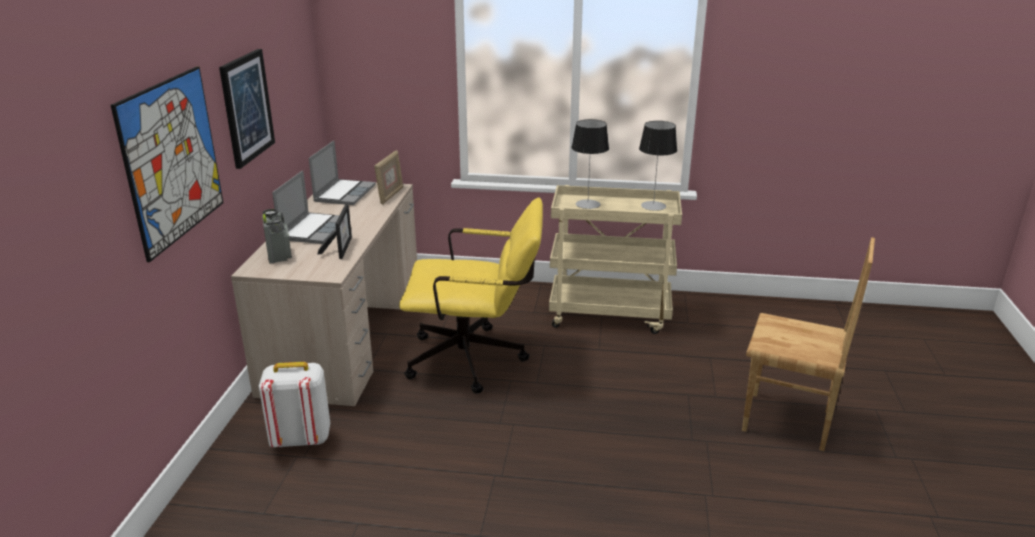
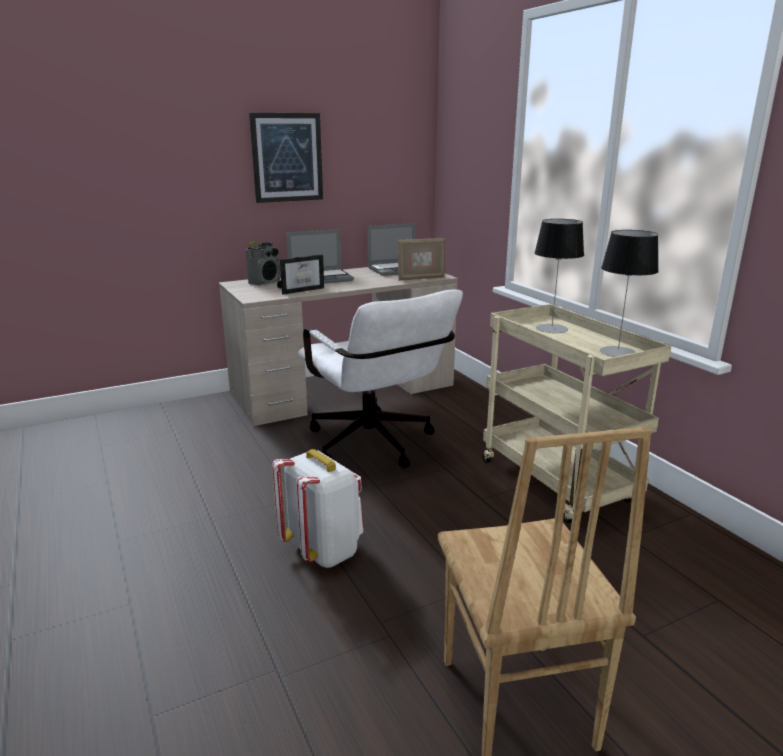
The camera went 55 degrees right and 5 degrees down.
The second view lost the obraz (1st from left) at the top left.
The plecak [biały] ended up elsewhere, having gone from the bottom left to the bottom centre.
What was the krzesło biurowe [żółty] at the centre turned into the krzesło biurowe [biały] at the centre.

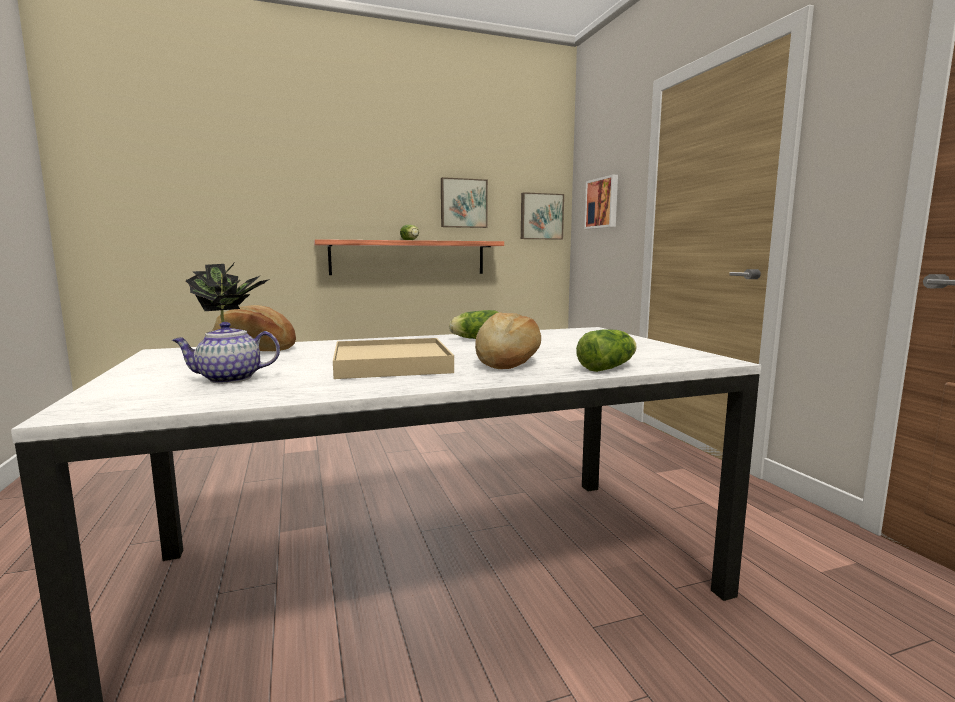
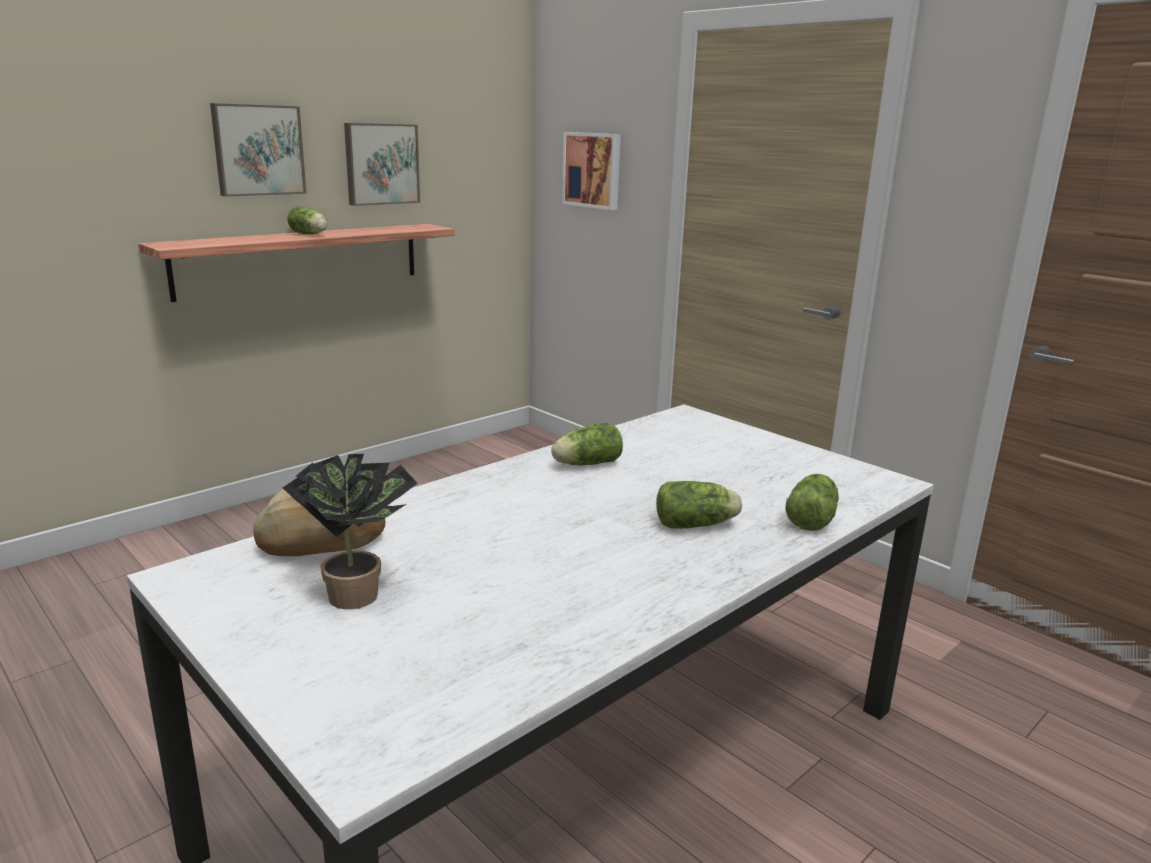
The camera went 25 degrees left and 10 degrees up.
The second view lost the imbryk at the middle left.
The second view lost the taca [beżowy] at the centre.
Where the chleb (2nd from left) stood at the centre, the sałata (3rd from left) came to stand at the centre.
The obraz (2nd from left in the first image) ended up elsewhere, having gone from the top centre to the top left.

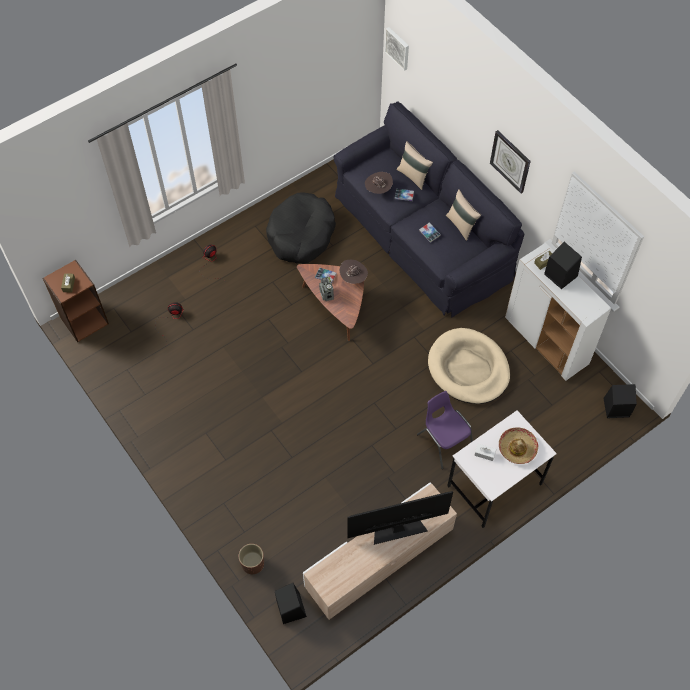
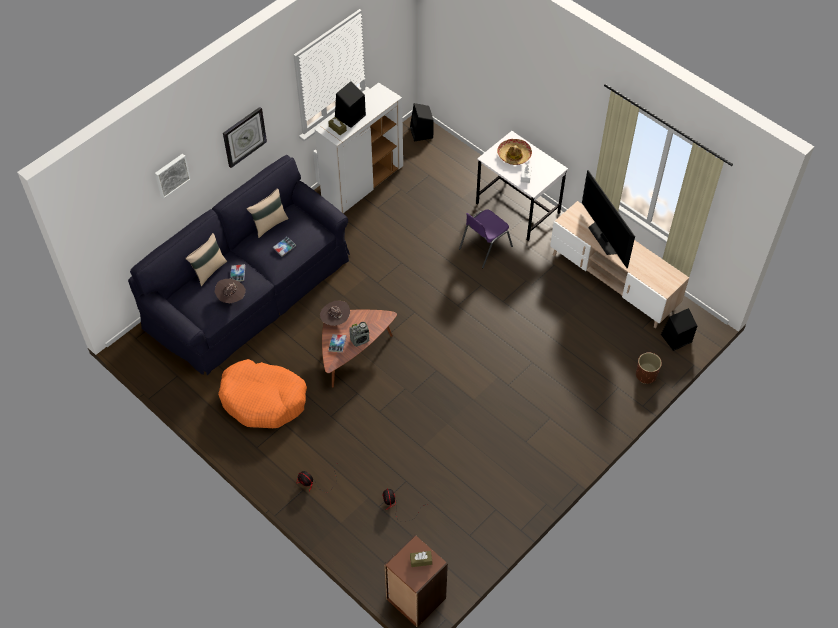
The camera went 100 degrees left and 5 degrees down.
What was the legowisko [czarny] at the top centre turned into the legowisko [pomarańczowy] at the middle left.
The obraz ended up elsewhere, having gone from the top centre to the top left.
The second view lost the legowisko [beżowy] at the middle right.

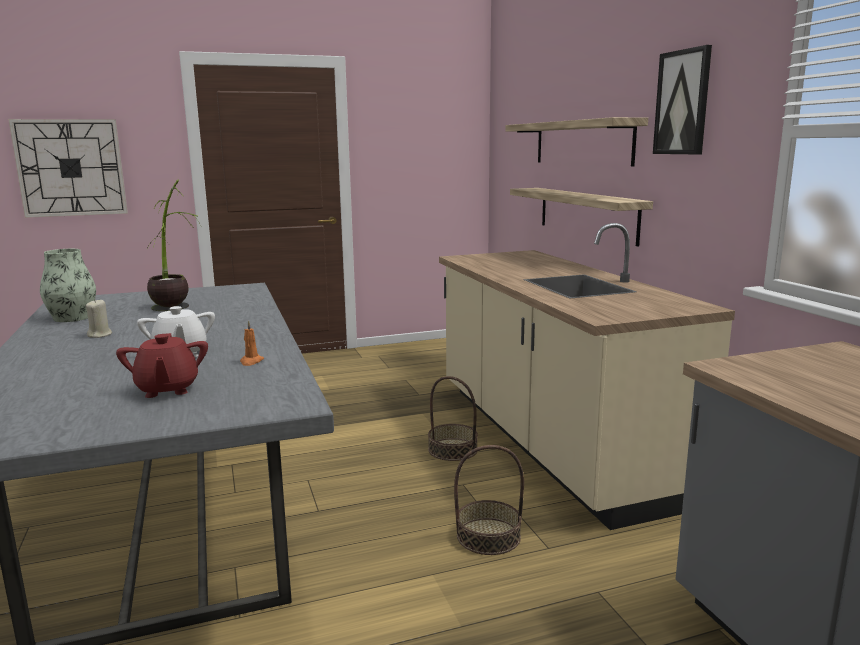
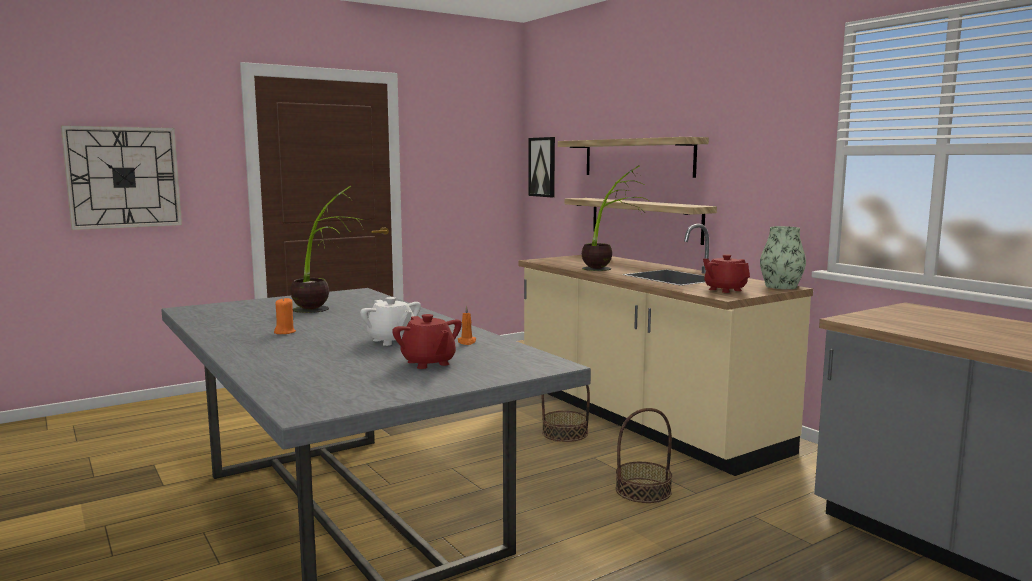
The camera went 15 degrees left and 5 degrees down.
The wazon ended up elsewhere, having gone from the middle left to the middle right.
What was the świeca [beżowy] at the middle left turned into the świeca [pomarańczowy] (1st from left) at the middle left.
The obraz ended up elsewhere, having gone from the top right to the top centre.
The second view gained the roślina doniczkowa (2nd from left) at the centre.
The second view gained the imbryk [czerwony] (2nd from left) at the middle right.

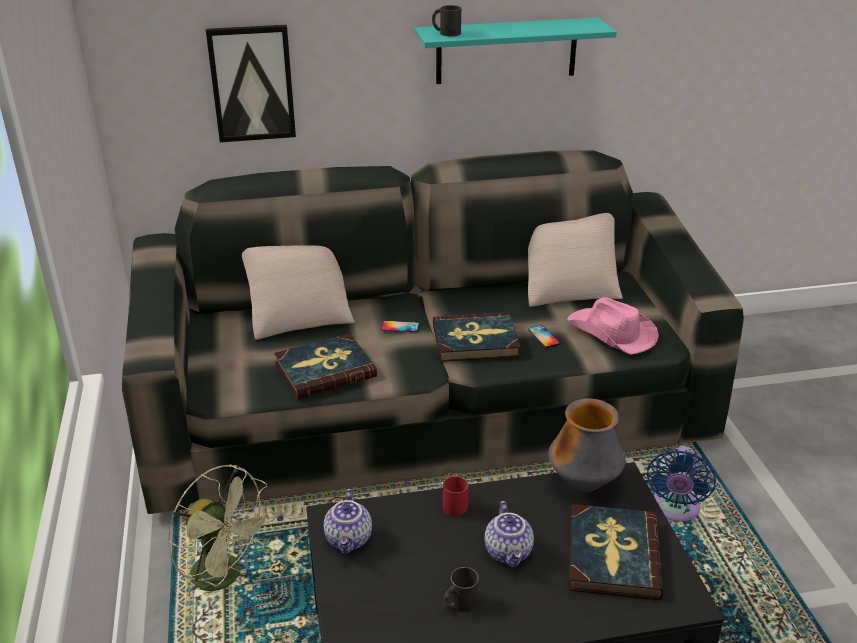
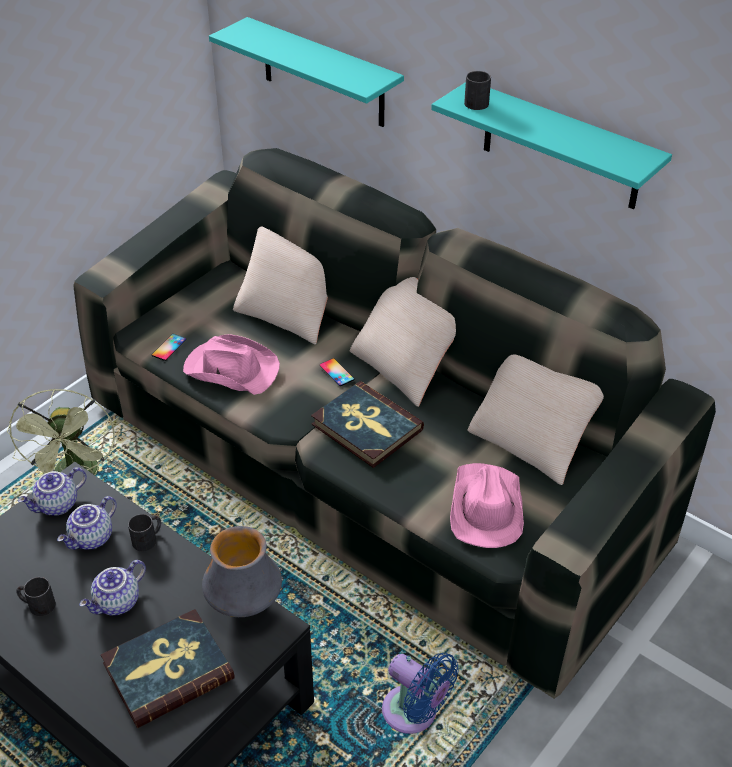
The camera went 50 degrees right and 10 degrees up.
Where the obraz hung at the top left, the półka [turkusowy] (1st from left) came to hang at the top centre.
Where the książka (1st from left) stood at the centre, the kapelusz [różowy] (1st from left) came to stand at the middle left.
What was the kubek [czerwony] at the bottom centre turned into the kubek [czarny] (2nd from left) at the bottom left.
The telefon (2nd from left in the first image) ended up elsewhere, having gone from the centre to the middle left.
The wentylator [niebieski] at the bottom right ended up facing another way, 120 degrees counterclockwise from before.
The second view gained the imbryk (2nd from left) at the bottom left.
The second view gained the poduszka [beżowy] (2nd from left) at the centre.

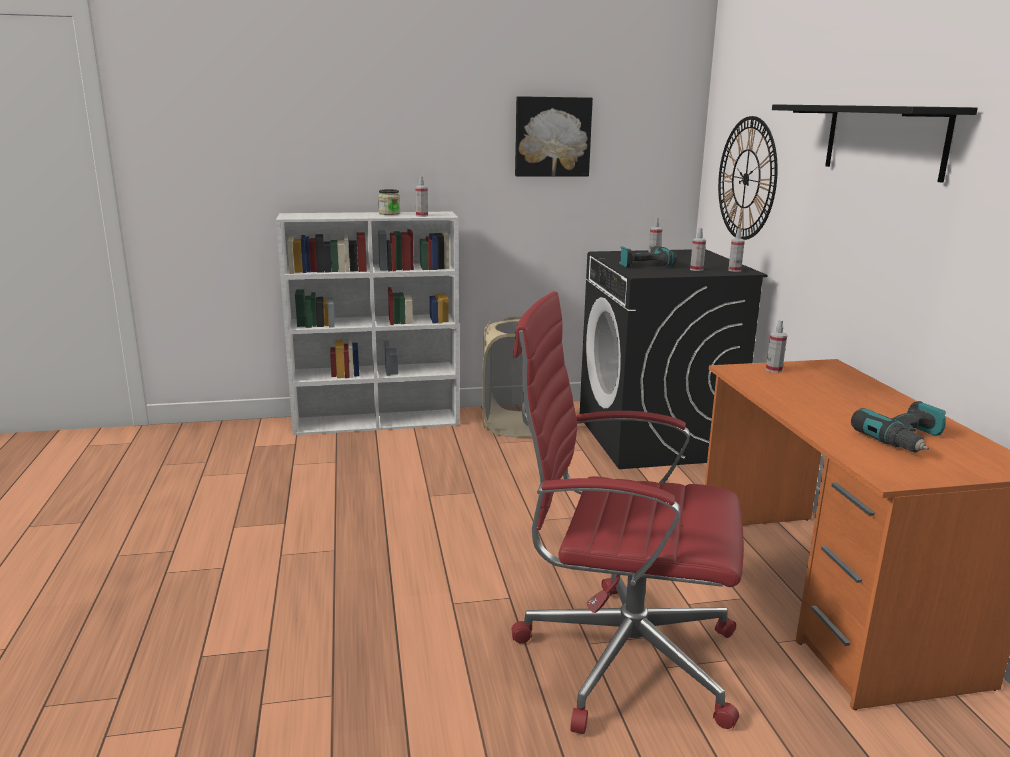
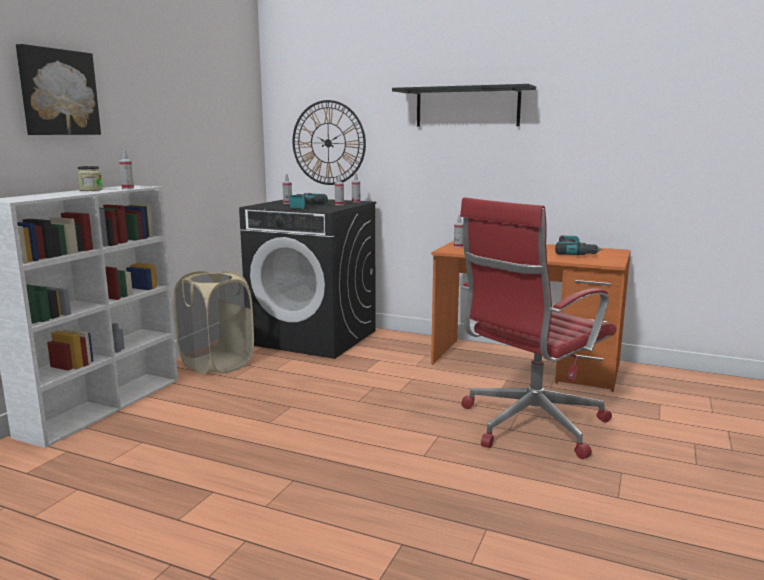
The camera went 55 degrees left and 5 degrees down.
The obraz ended up elsewhere, having gone from the top centre to the top left.

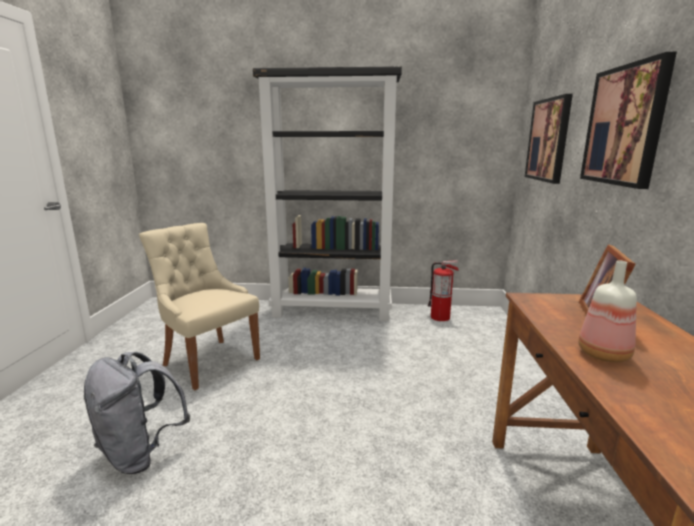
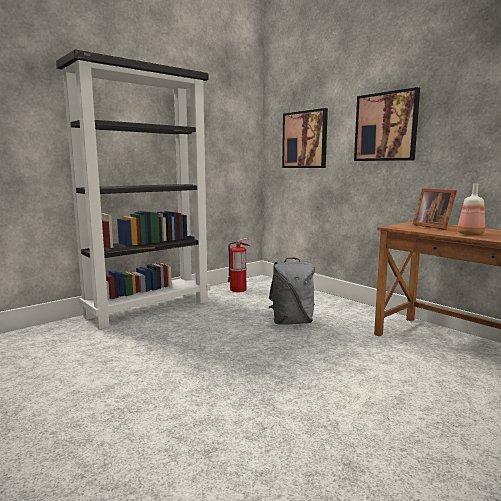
The camera went 45 degrees left and 5 degrees down.
The plecak [szary] ended up elsewhere, having gone from the bottom left to the centre.
The second view lost the krzesło [beżowy] at the middle left.

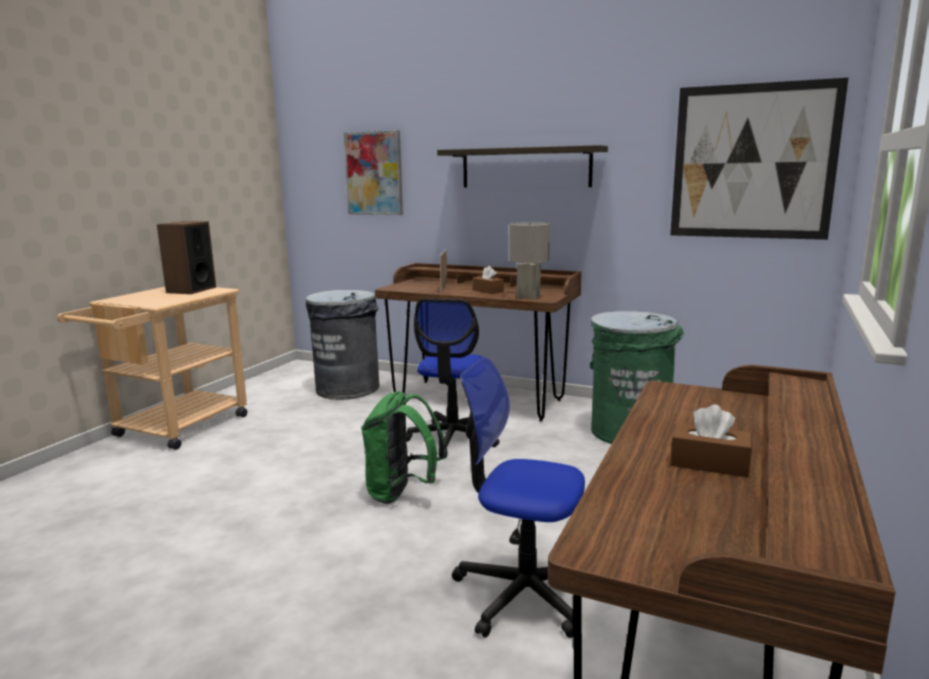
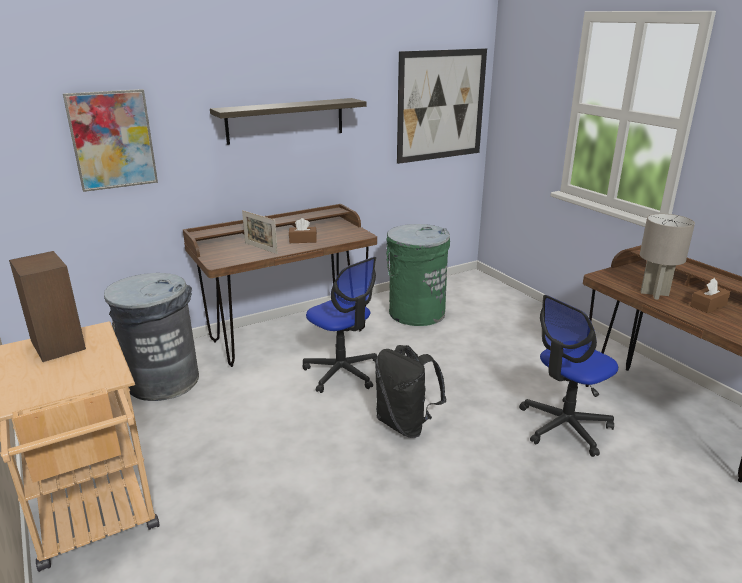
The camera went 55 degrees left and 10 degrees up.
What was the plecak [zielony] at the centre turned into the plecak [czarny] at the bottom centre.
The lampa stołowa [szary] ended up elsewhere, having gone from the centre to the middle right.

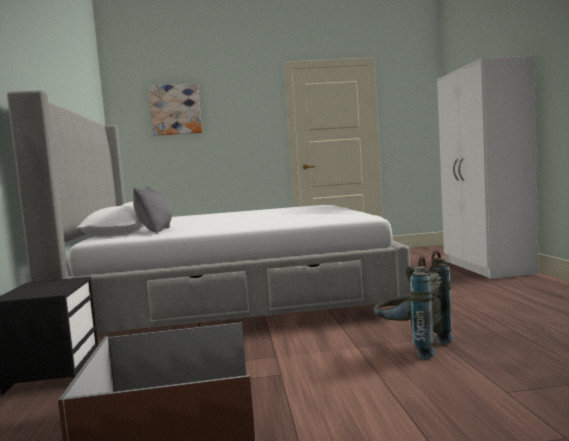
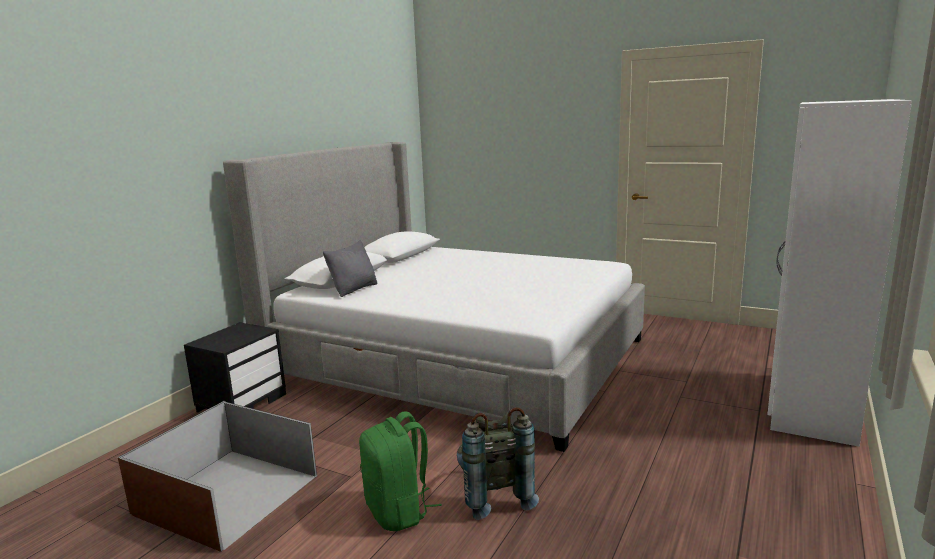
The camera went 35 degrees right and 10 degrees up.
The second view lost the obraz at the top left.
The second view gained the plecak [zielony] at the bottom centre.

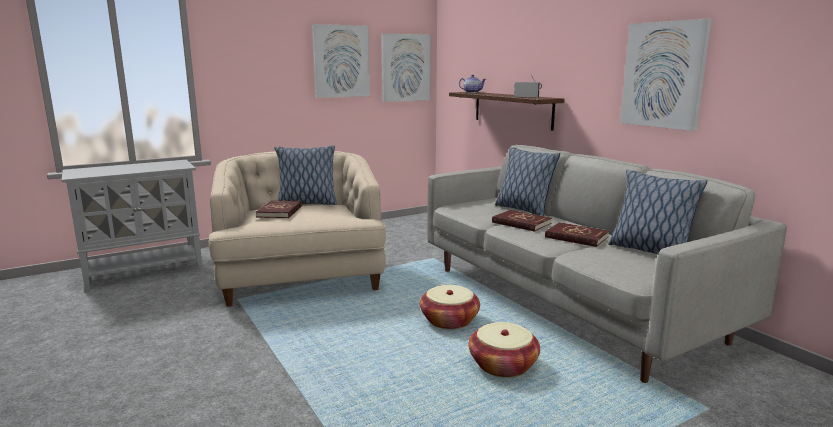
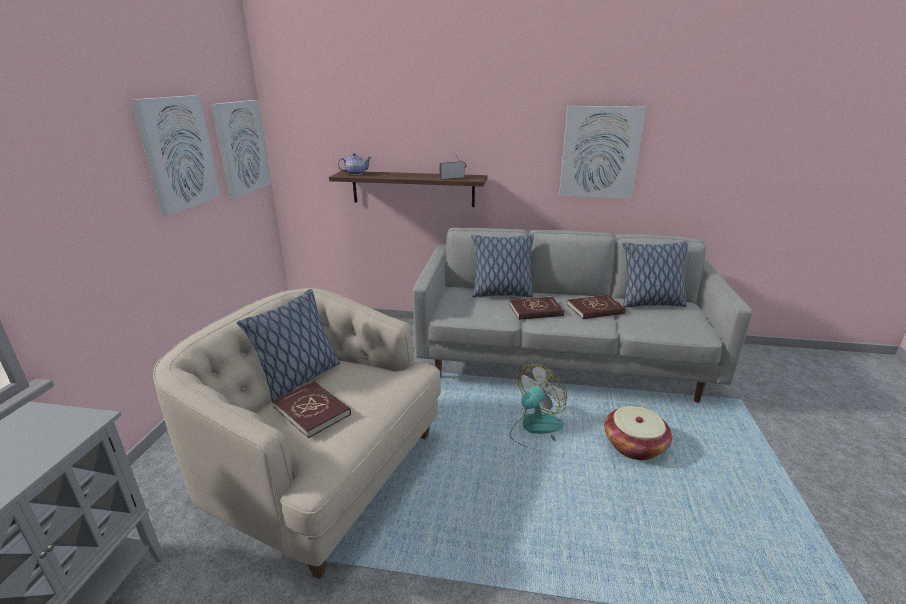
The camera went 50 degrees left and 10 degrees up.
Where the koszyk (1st from left) stood at the bottom centre, the wentylator came to stand at the bottom centre.

